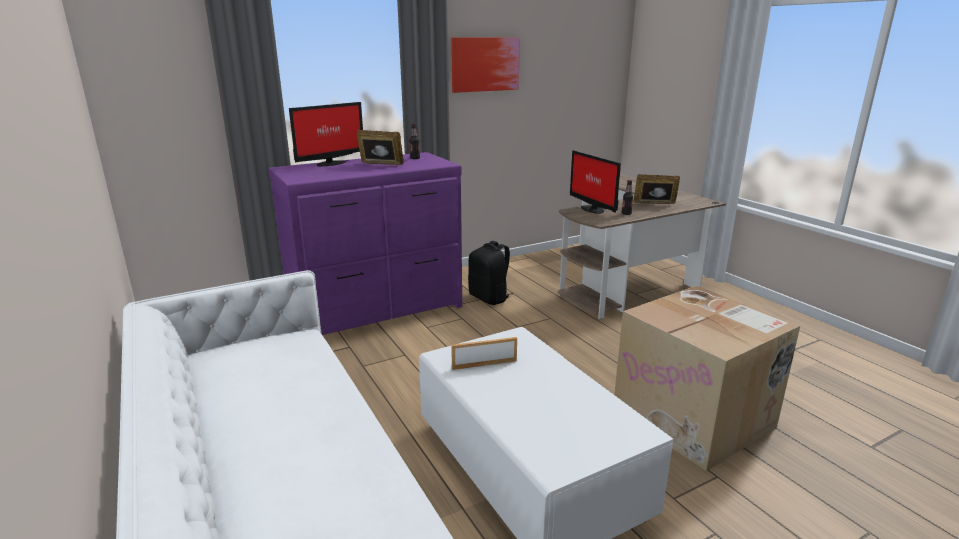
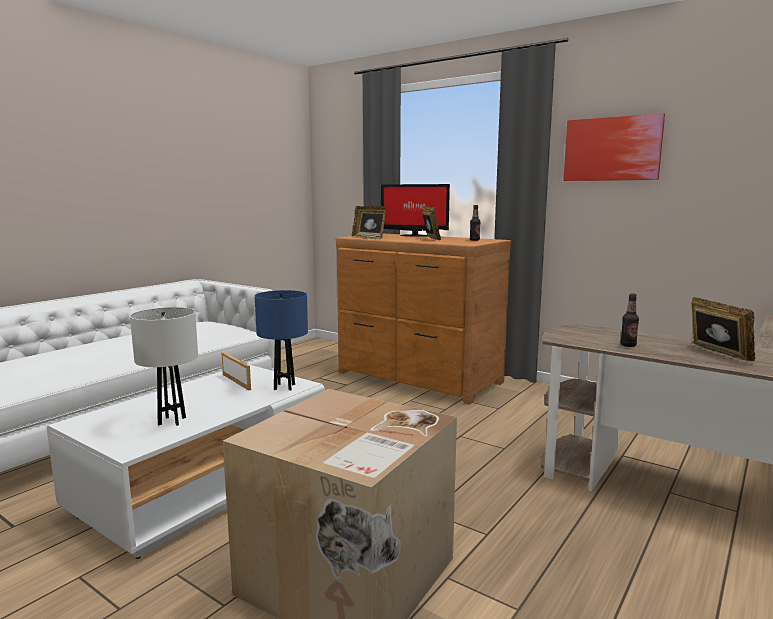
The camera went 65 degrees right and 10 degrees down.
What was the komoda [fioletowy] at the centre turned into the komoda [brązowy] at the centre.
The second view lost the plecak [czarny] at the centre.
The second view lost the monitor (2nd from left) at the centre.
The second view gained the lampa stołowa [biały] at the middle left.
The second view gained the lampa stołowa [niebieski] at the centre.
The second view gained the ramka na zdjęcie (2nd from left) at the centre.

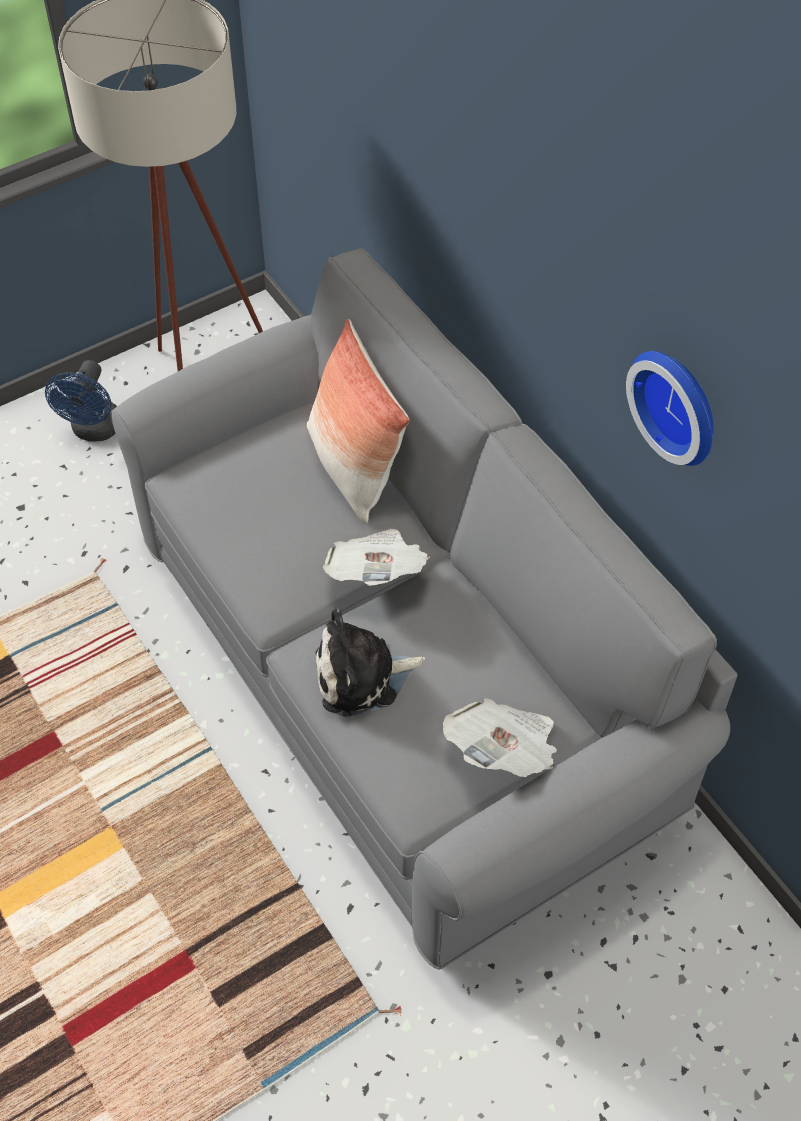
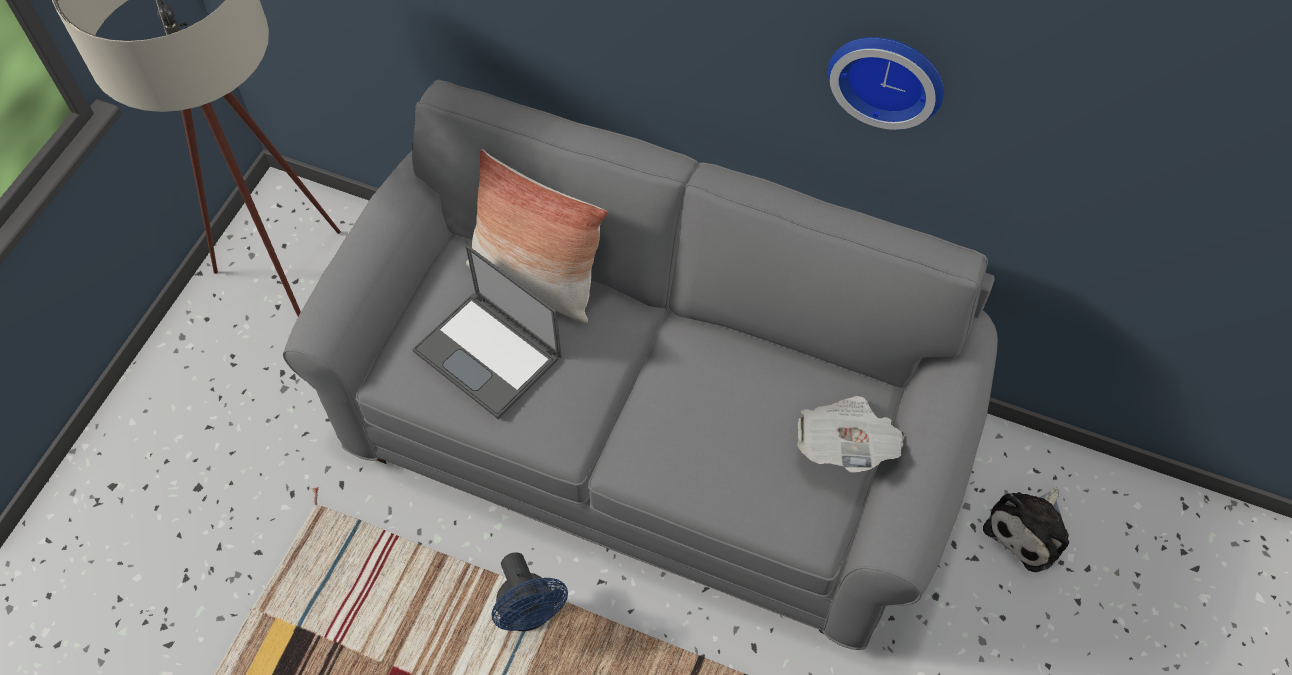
The camera went 35 degrees left and 5 degrees up.
The wentylator [niebieski] ended up elsewhere, having gone from the middle left to the bottom centre.
The pluszak ended up elsewhere, having gone from the centre to the bottom right.
The second view lost the gazeta (1st from left) at the centre.
The second view gained the laptop at the centre.

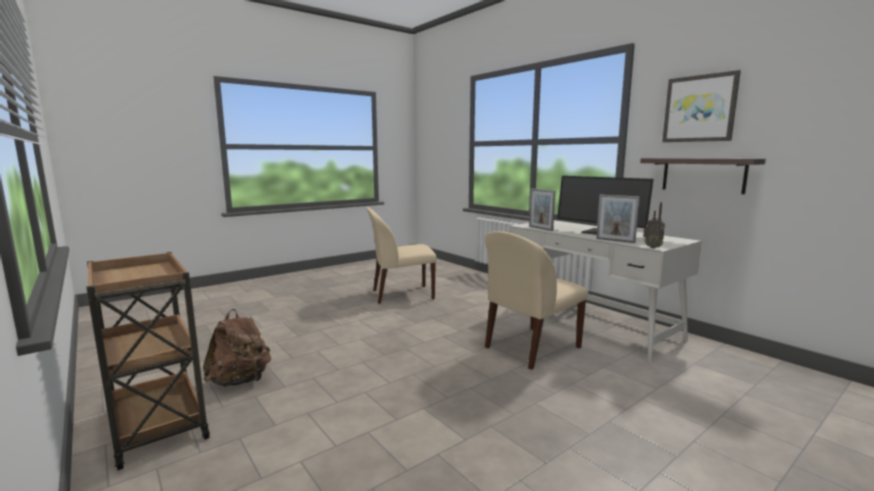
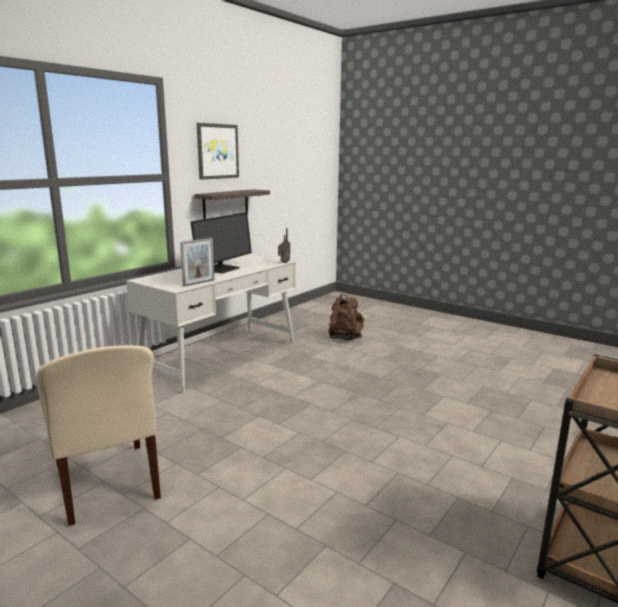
The camera went 105 degrees left and 5 degrees up.
The plecak [brązowy] ended up elsewhere, having gone from the bottom left to the centre.
The second view lost the krzesło [beżowy] (2nd from left) at the centre.
The second view lost the ramka na zdjęcie (2nd from left) at the middle right.

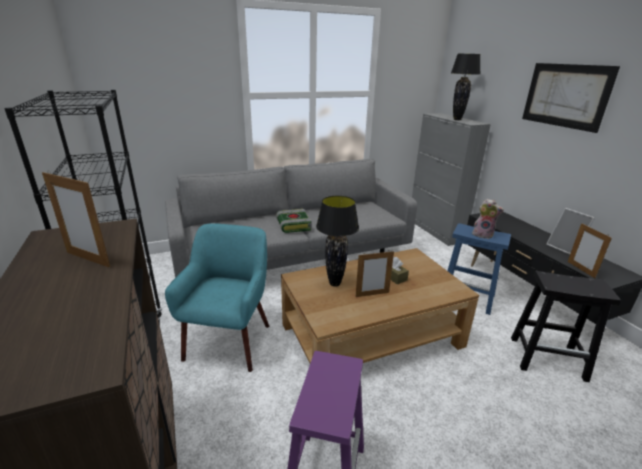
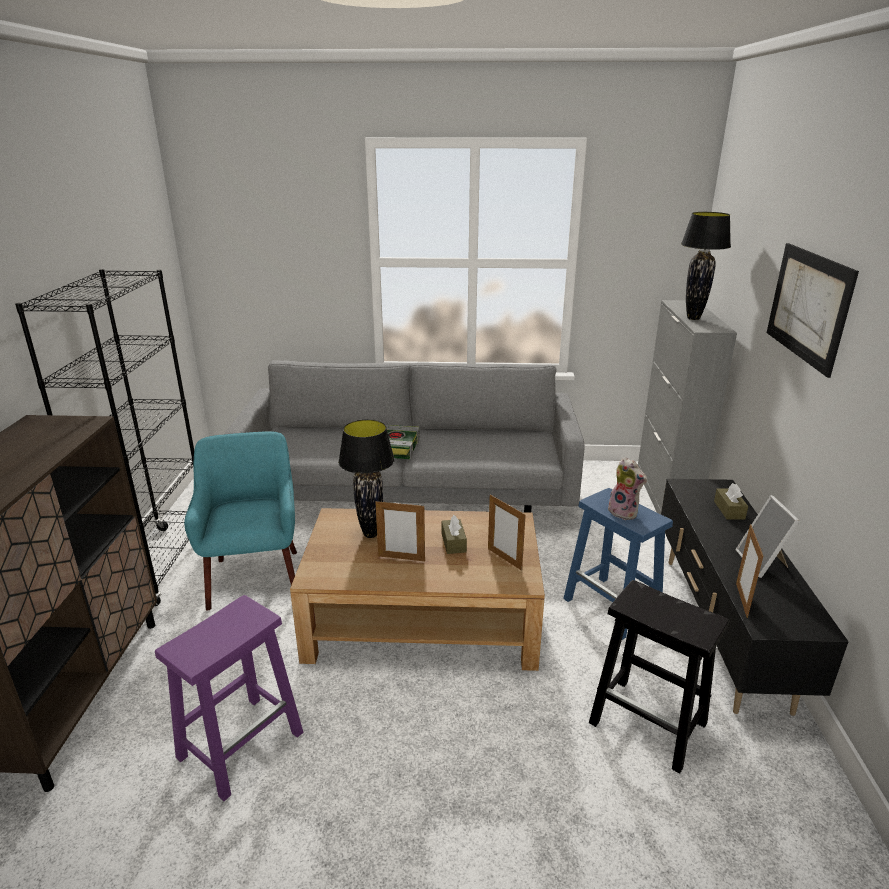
The camera went 25 degrees right and 0 degrees up.
The ramka na zdjęcie (1st from left in the first image) ended up elsewhere, having gone from the middle left to the centre.
The fotel [turkusowy] at the centre ended up facing another way, 45 degrees counterclockwise from before.
The second view gained the pudełko chusteczek [brązowy] (2nd from left) at the middle right.

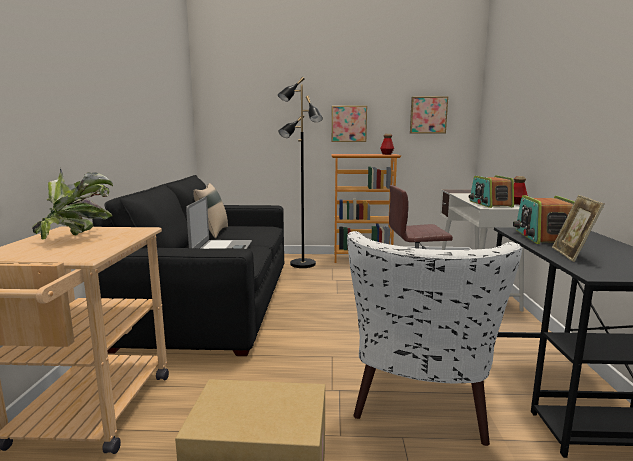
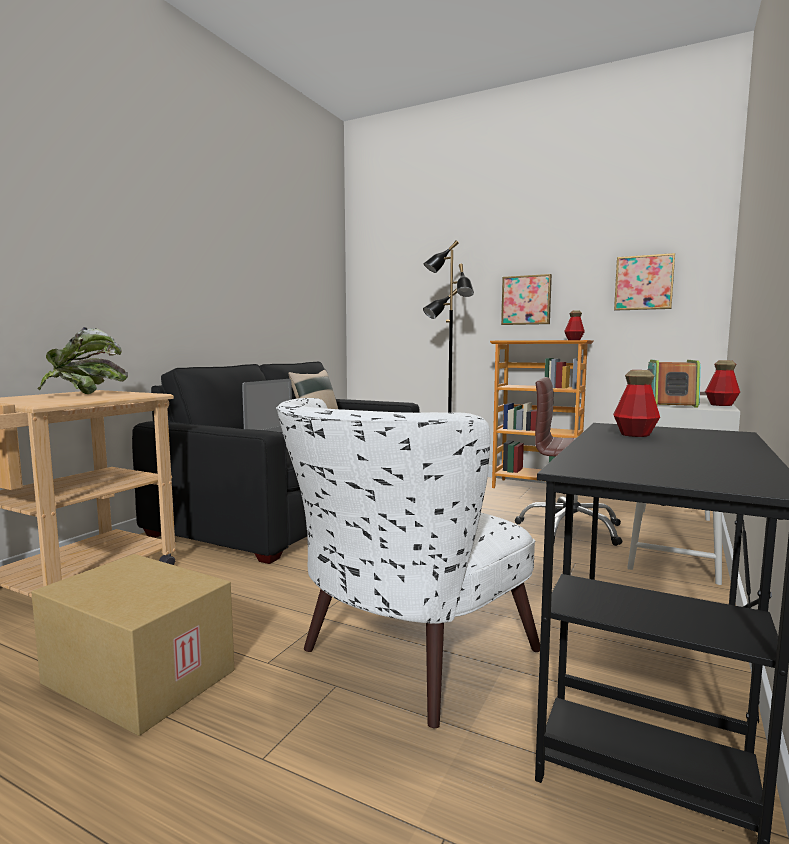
The camera went 25 degrees right and 5 degrees down.
Where the radio (2nd from left) stood at the middle right, the butelka (2nd from left) came to stand at the middle right.
The second view lost the ramka na zdjęcie at the middle right.

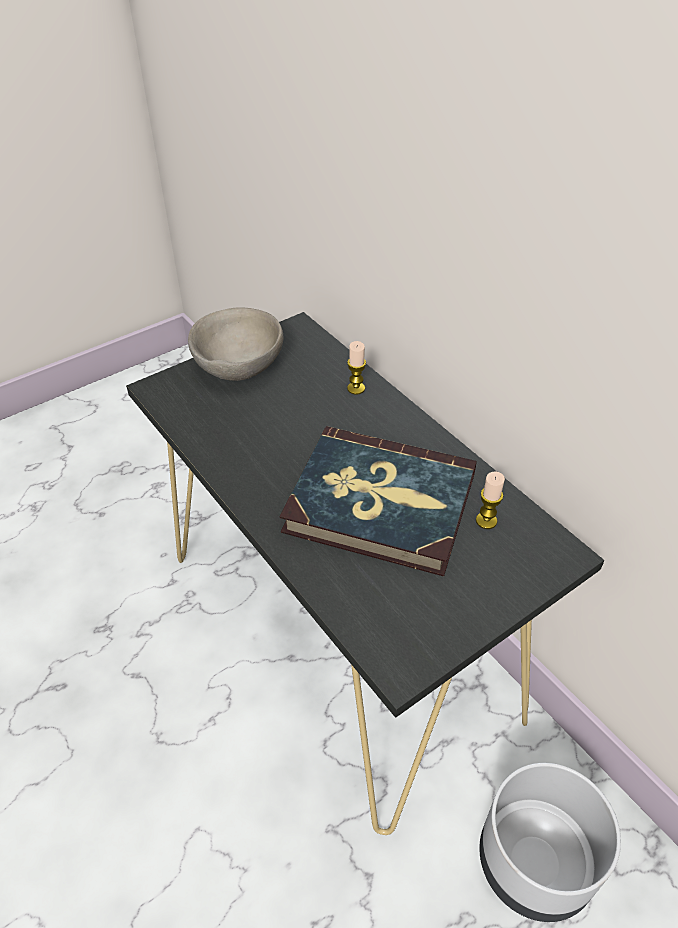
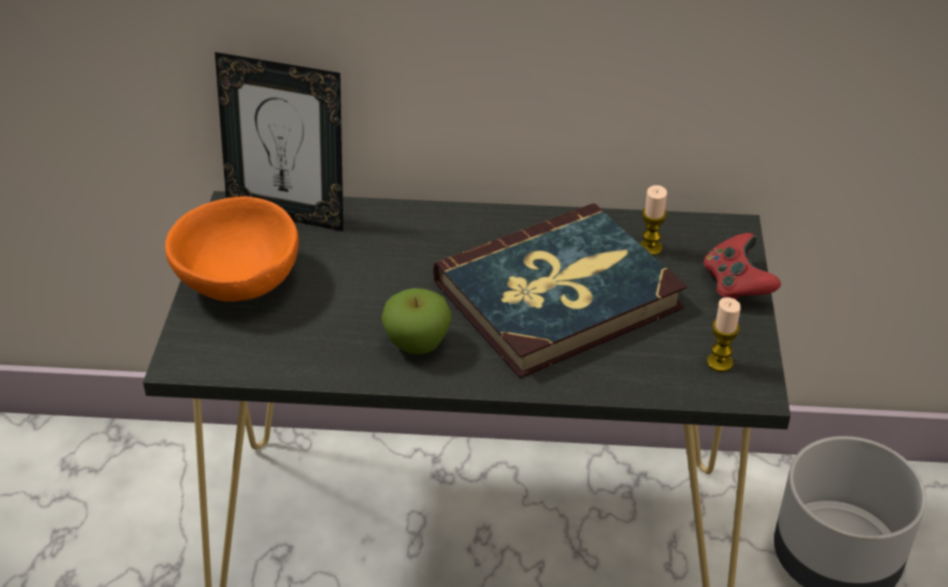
The camera went 50 degrees left and 5 degrees down.
What was the miska [beżowy] at the centre turned into the miska [pomarańczowy] at the middle left.
The świeca (1st from left in the first image) ended up elsewhere, having gone from the centre to the middle right.
The second view gained the ramka na zdjęcie at the top left.
The second view gained the jabłko at the centre.
The second view gained the pad do gier [czerwony] at the middle right.

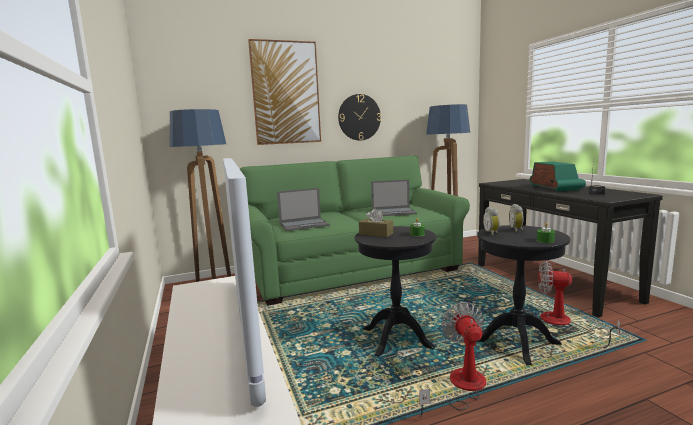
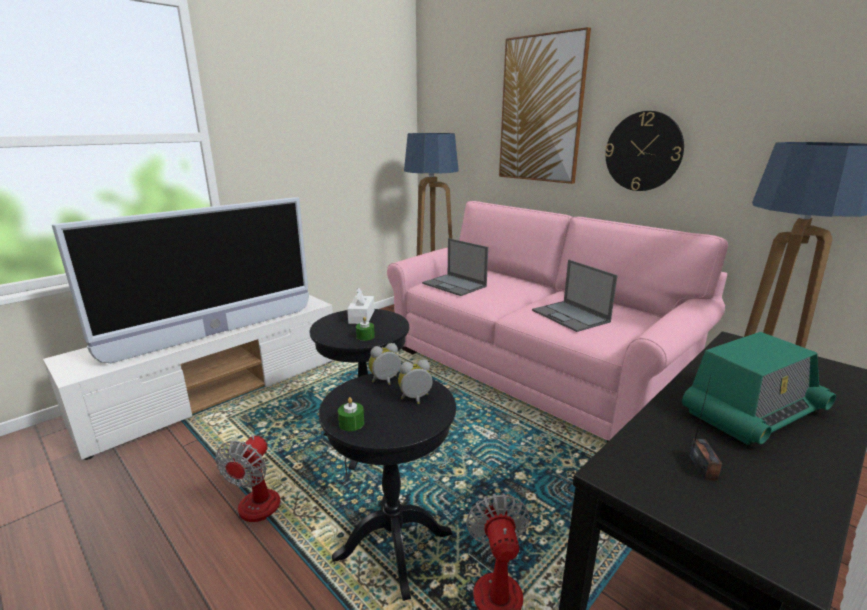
The camera went 65 degrees right and 10 degrees up.
What was the kanapa [zielony] at the centre turned into the kanapa [różowy] at the centre.
What was the pudełko chusteczek [brązowy] at the centre turned into the pudełko chusteczek [biały] at the centre.
The wentylator (1st from left) at the bottom centre ended up facing another way, 135 degrees clockwise from before.

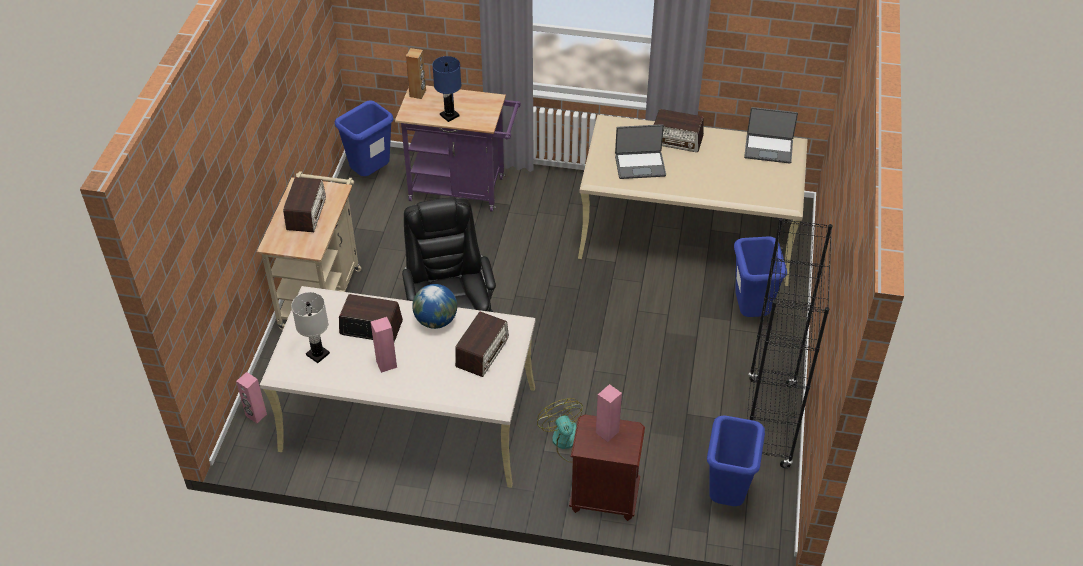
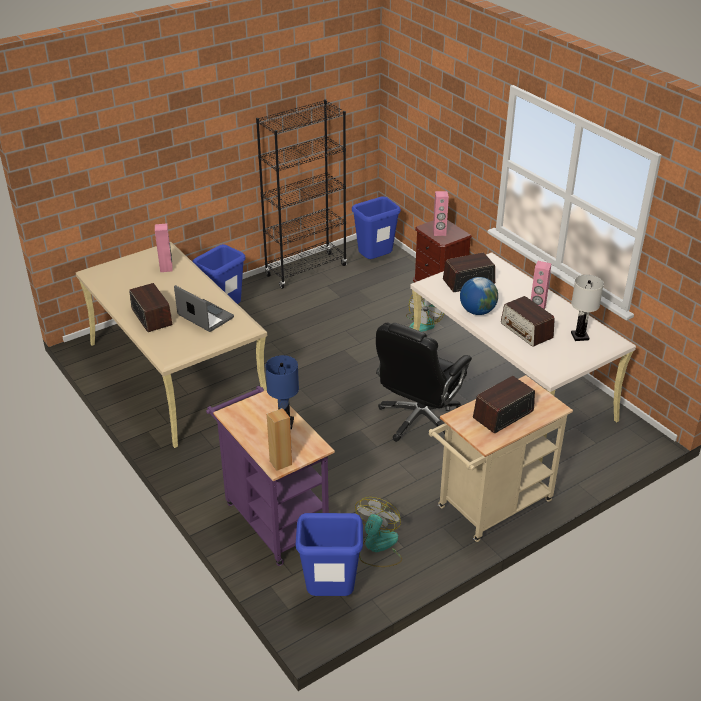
The camera went 135 degrees left and 10 degrees down.
The głośnik [różowy] (1st from left) ended up elsewhere, having gone from the bottom left to the middle left.
The second view lost the laptop (2nd from left) at the top right.
The second view gained the wentylator (1st from left) at the bottom centre.

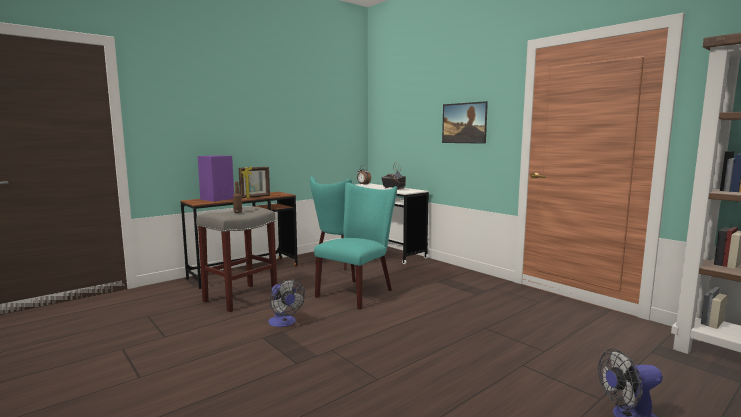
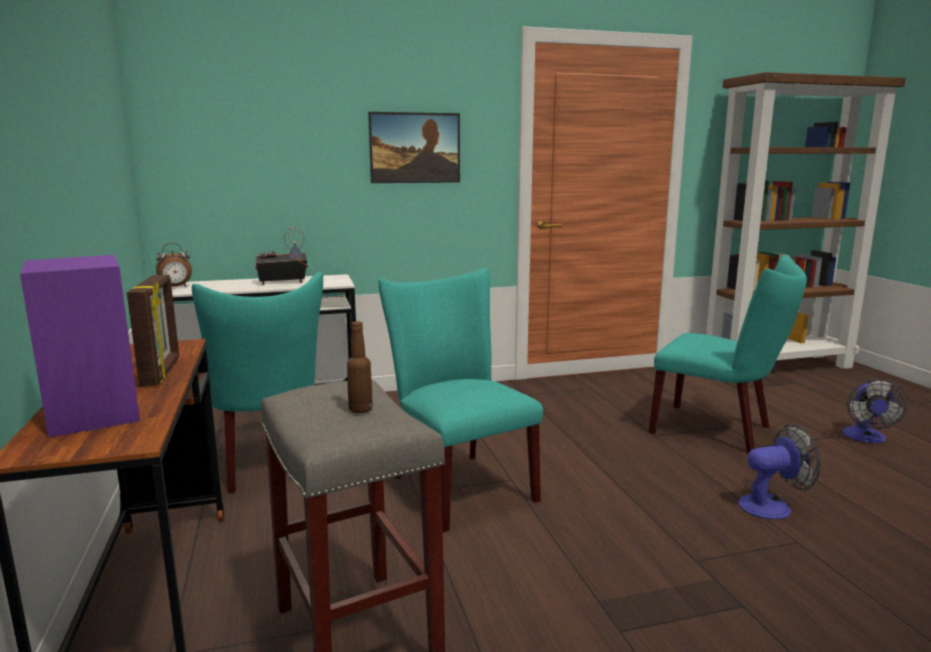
The camera went 65 degrees left and 5 degrees up.
The wentylator (1st from left) ended up elsewhere, having gone from the bottom centre to the bottom right.
The second view gained the krzesło [turkusowy] (3rd from left) at the middle right.

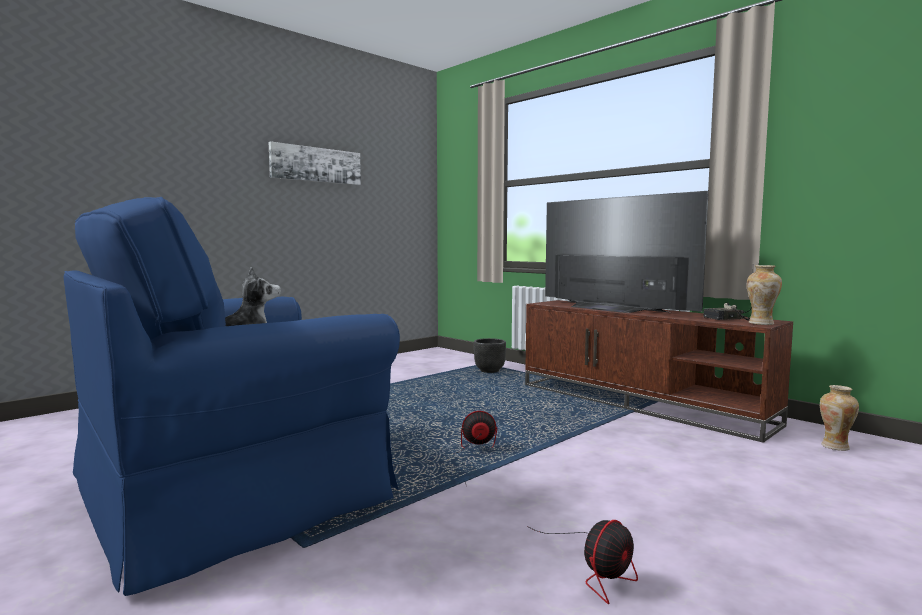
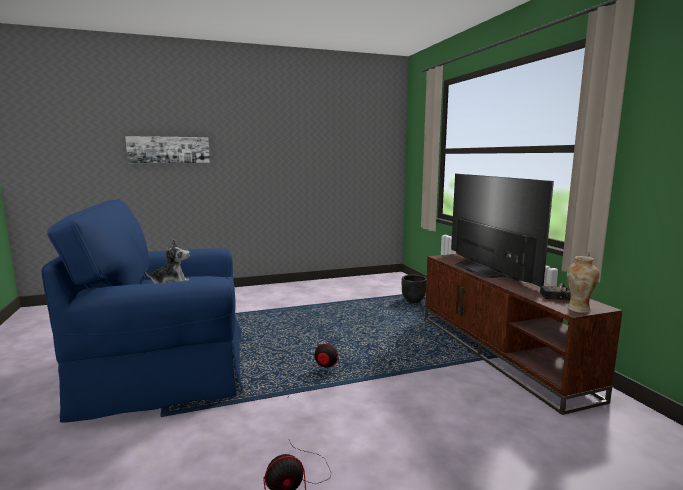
The camera went 25 degrees right and 5 degrees up.
The obraz ended up elsewhere, having gone from the top centre to the top left.
The second view lost the wazon (2nd from left) at the bottom right.

